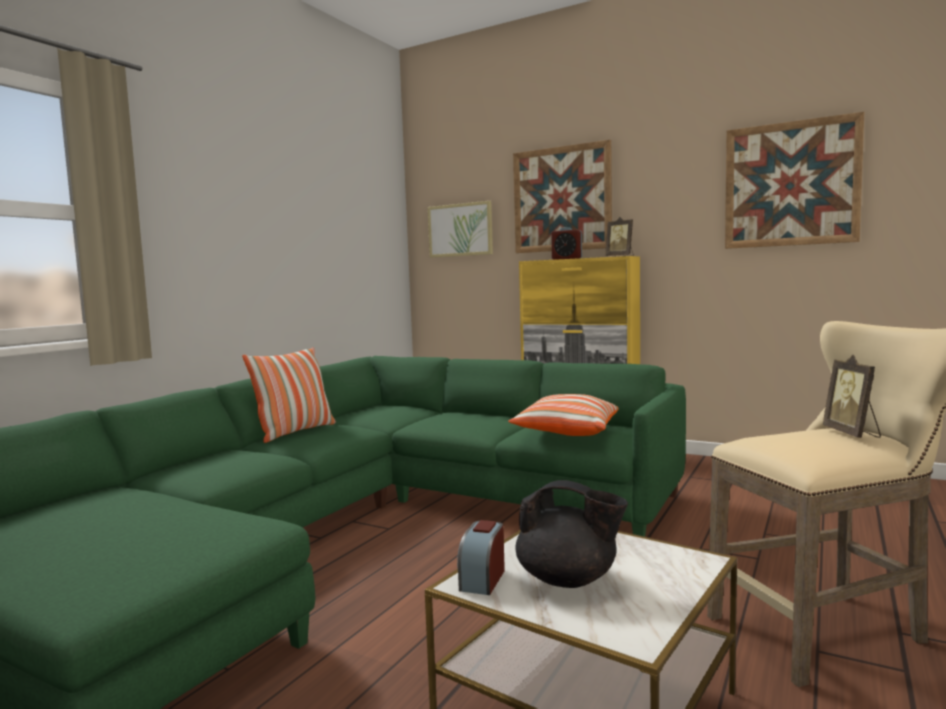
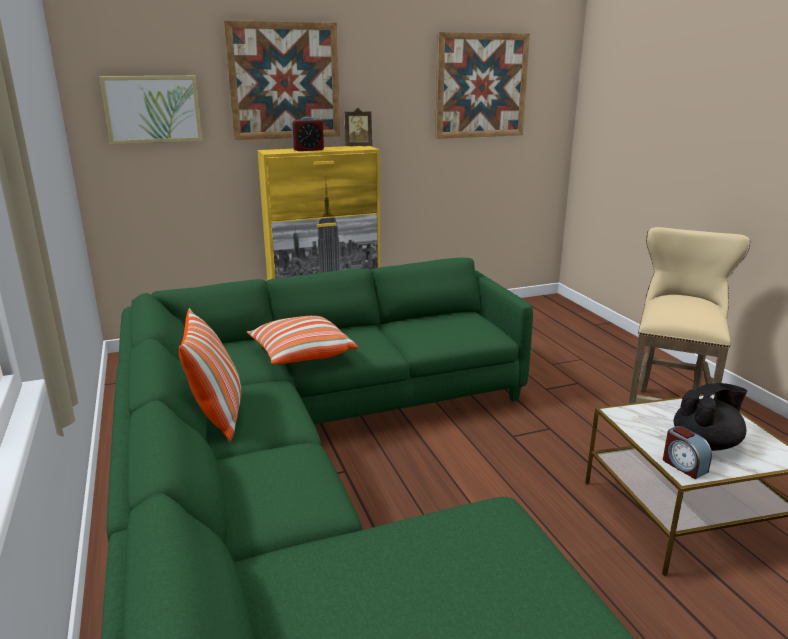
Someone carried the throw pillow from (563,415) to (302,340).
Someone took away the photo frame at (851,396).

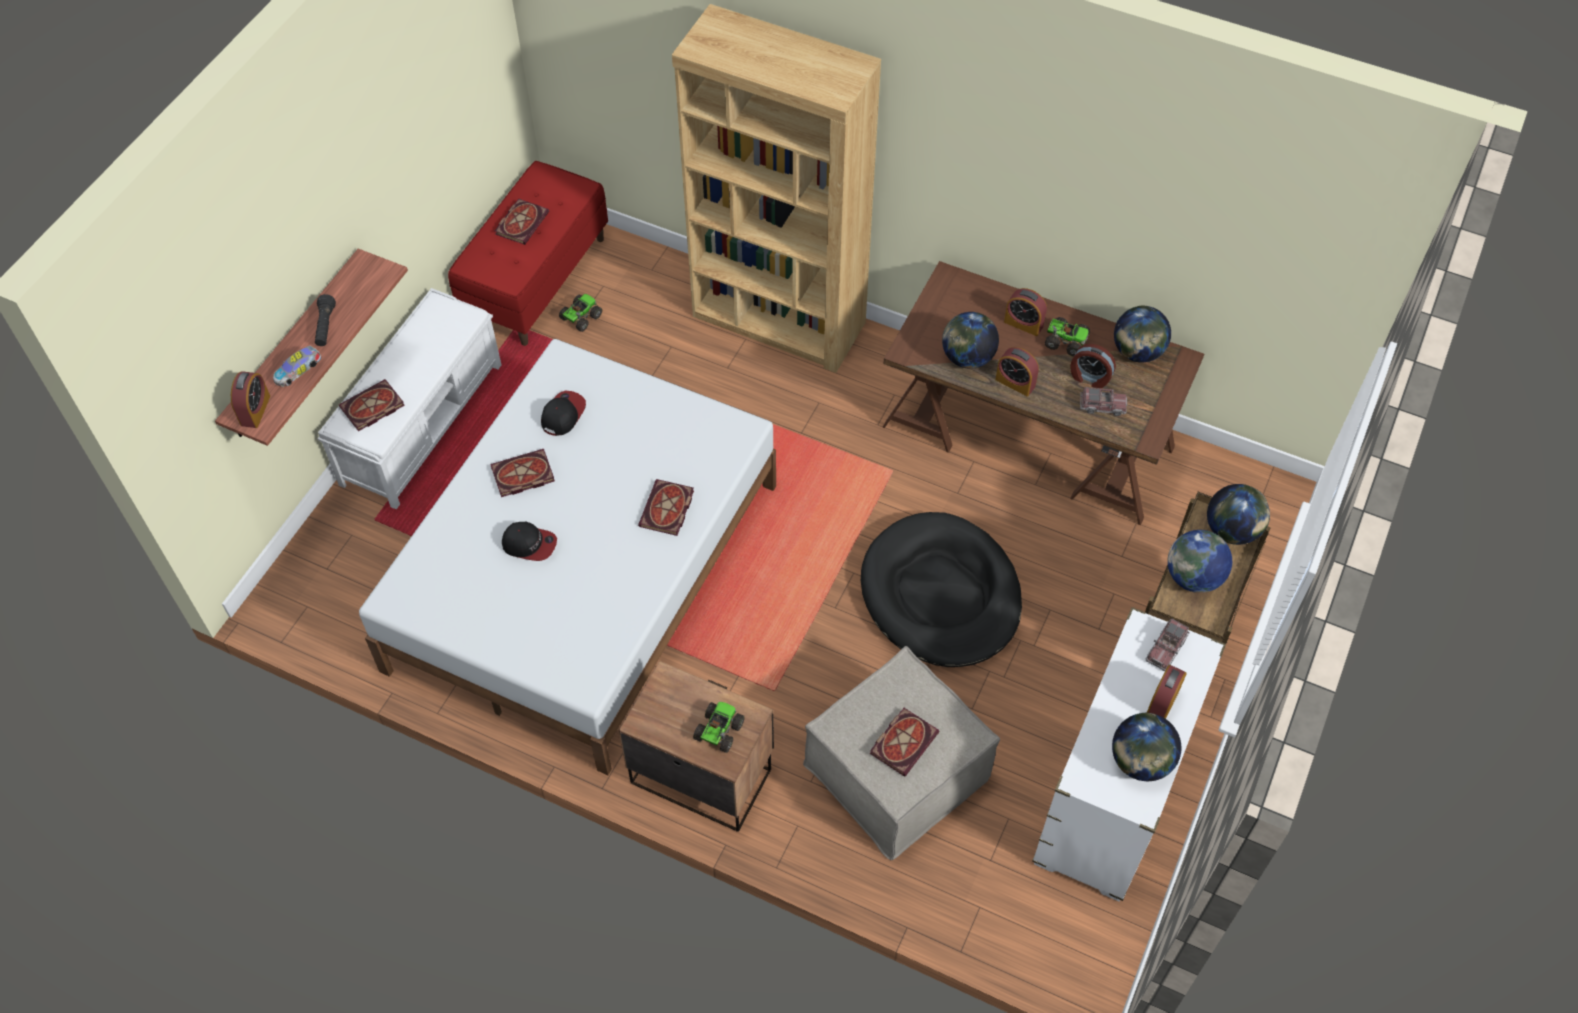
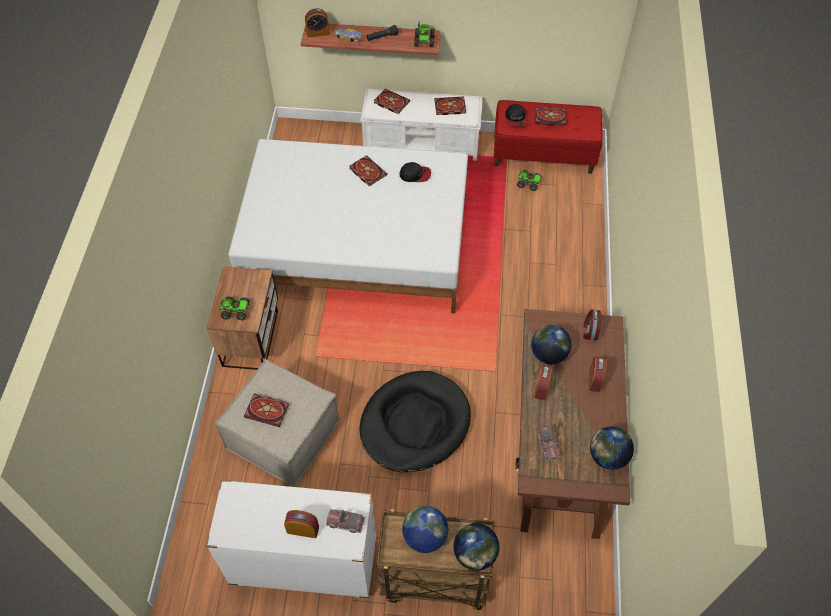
Someone carried the toy truck from (1067,337) to (424,34).
Someone carried the bound book from (666,507) to (450,106).
Someone carried the baseball cap from (529,541) to (515,115).
Someone carried the alarm clock from (1093,366) to (592,325).
Someone took away the bookcase/brown at (776,188).
Someone took away the globe at (1146,747).

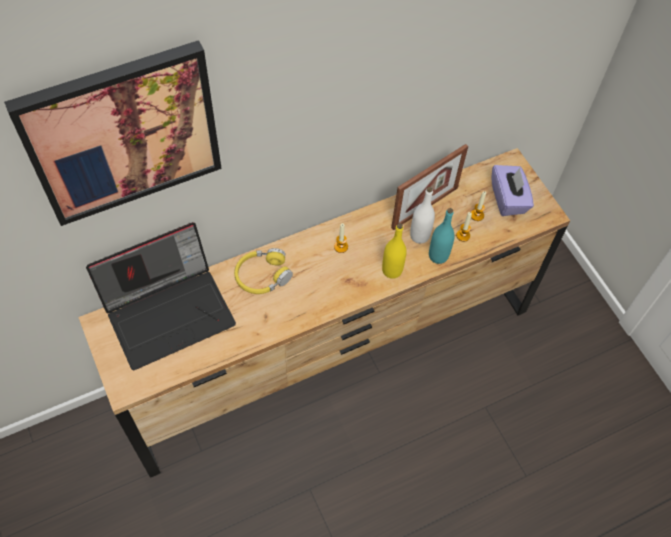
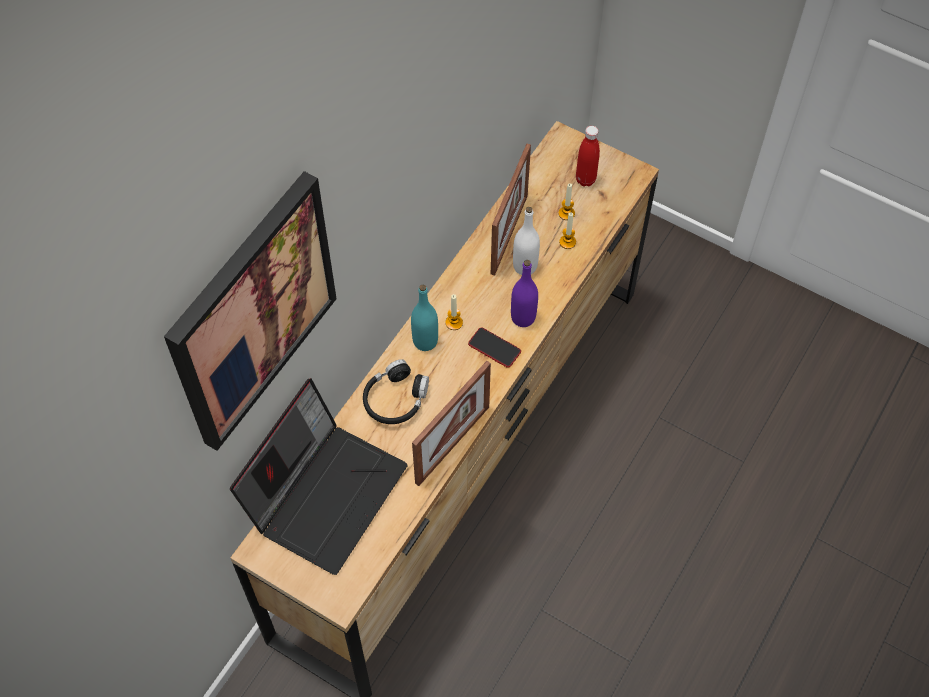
Someone repainted the headset/yellow-coloured at (263,271), which became the headset/black-coloured at (396,391).
Someone carried the beverage bottle/blue-green from (442,236) to (424,317).
Someone put down the photo frame at (451,423).
Someone put down the phone at (494,347).
Someone repainted the beverage bottle/yellow-coloured at (394,251), which became the beverage bottle/purple-coloured at (524,293).
Someone swapped the box of tissues/purple-coloured at (513,190) for the beverage bottle/reddish at (588,156).

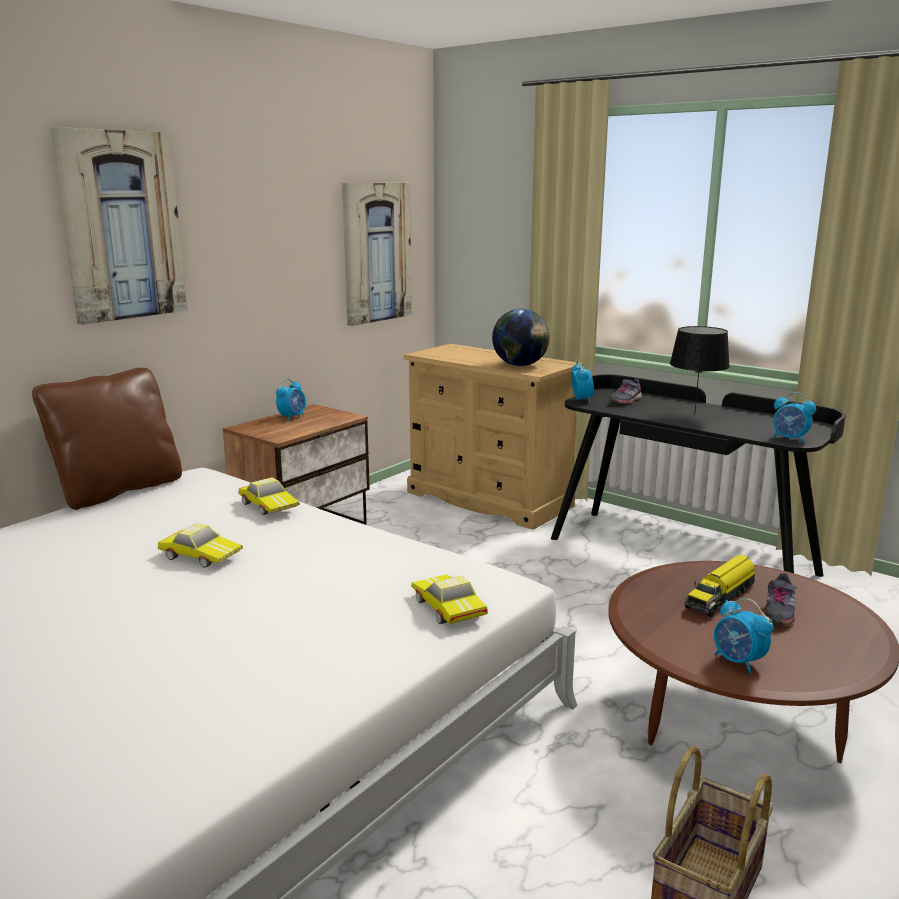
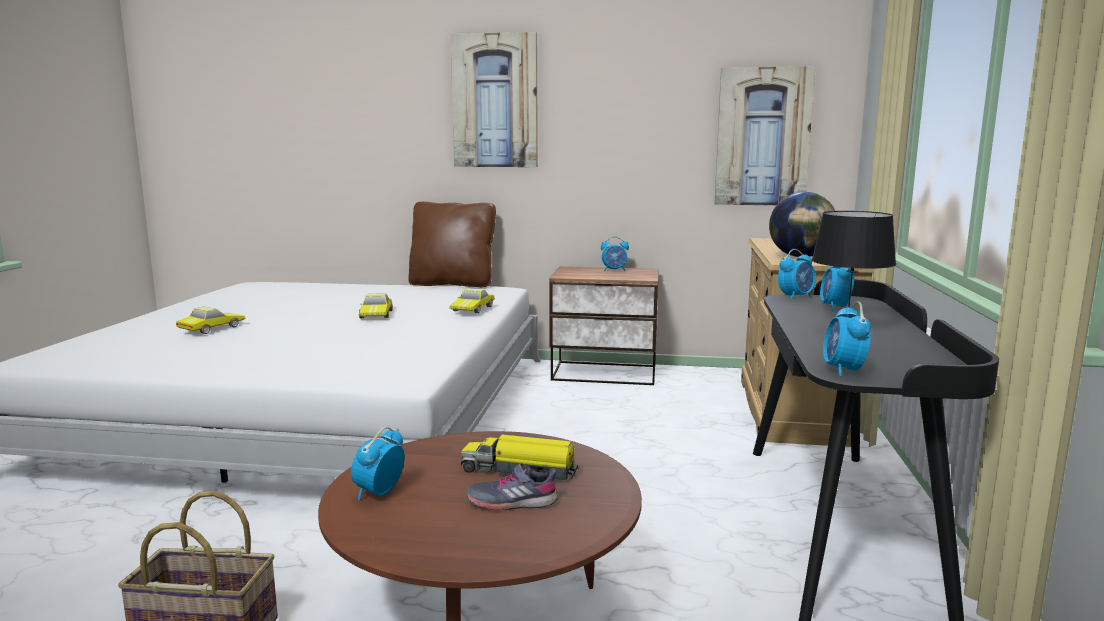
Someone carried the toy car from (449,599) to (211,320).
Someone swapped the low shoe/greyish at (625,391) for the alarm clock at (837,288).

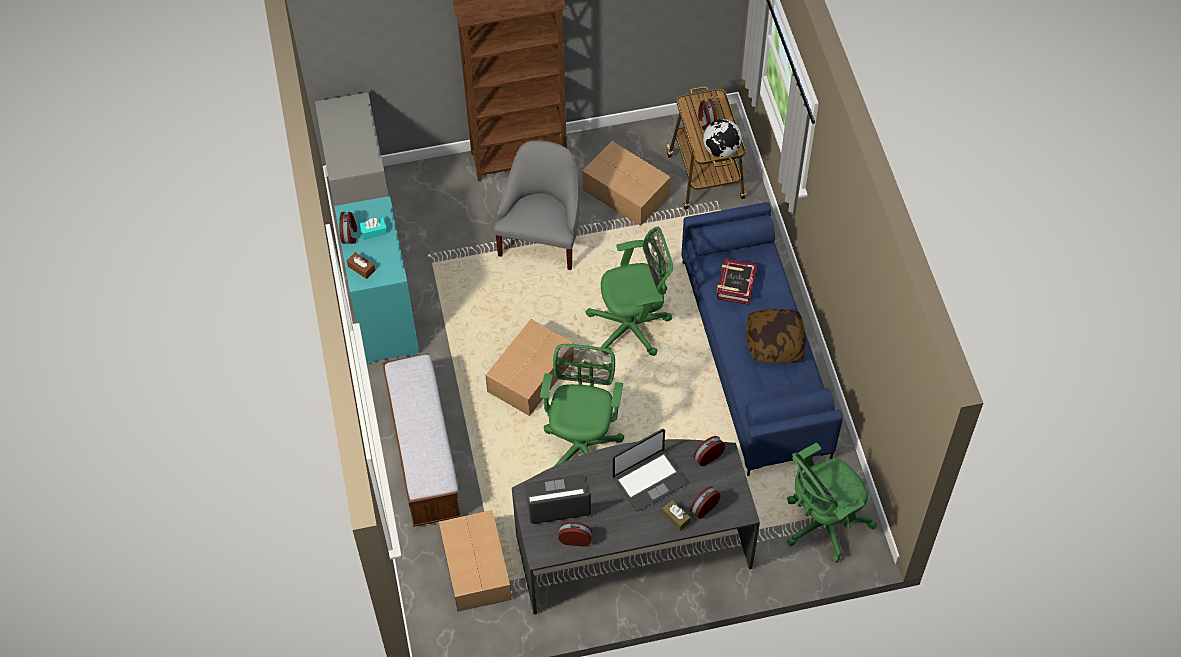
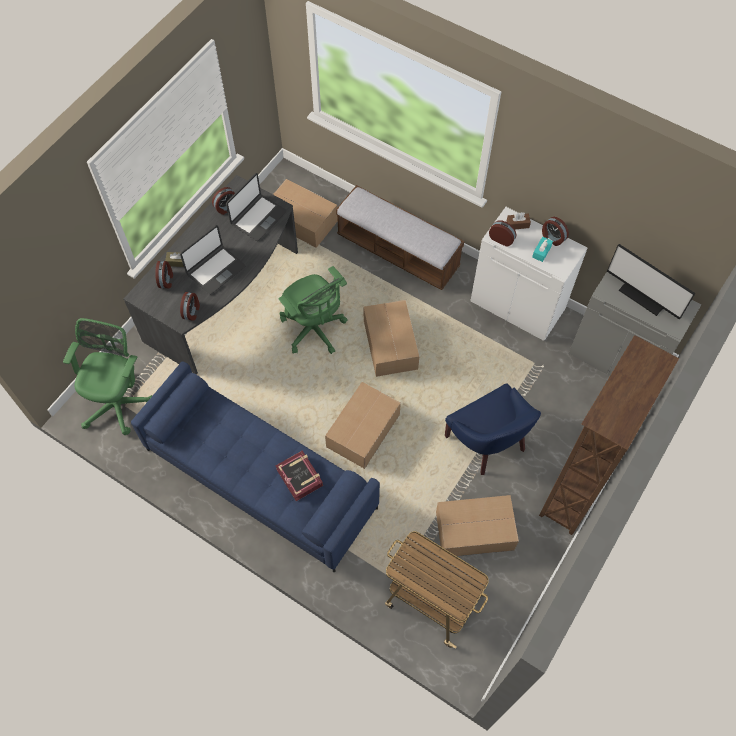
Someone rotated the notebook computer at (650,470) by 150 degrees counterclockwise.
Someone swapped the office chair/green-coloured at (629,291) for the carton at (363,425).
Someone repainted the armchair/greyish at (537,205), which became the armchair/blue-coloured at (493,429).
Someone repainted the cabinet/blue-green at (376,280), which became the cabinet/white-coloured at (529,274).
Someone carried the alarm clock from (707,114) to (502,234).
Someone put down the computer screen at (651,282).
Someone took away the globe at (722,138).
Someone took away the throw pillow at (776,336).

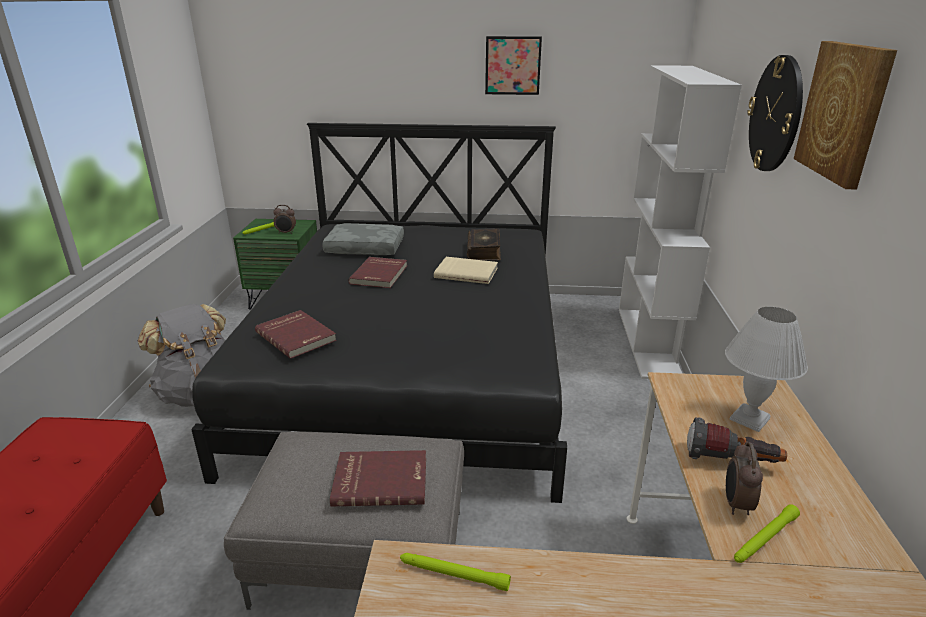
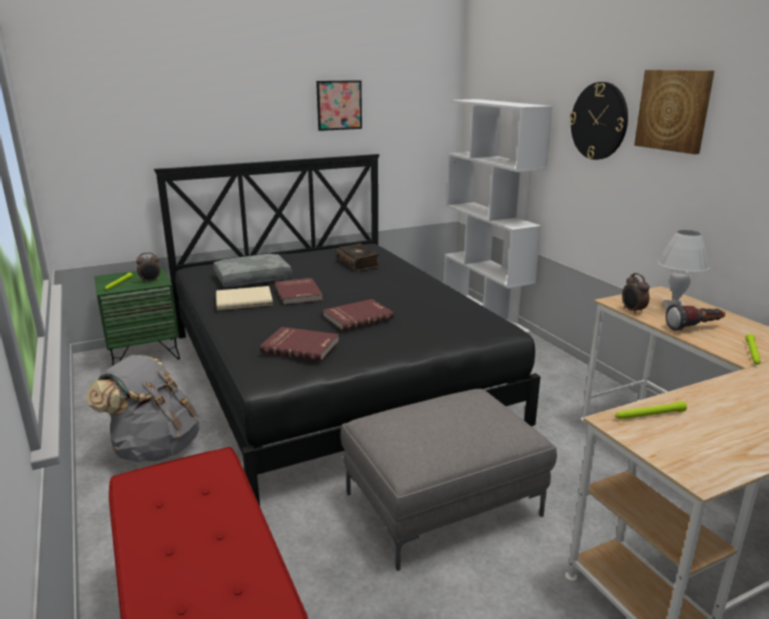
Someone carried the bound book/sand-coloured from (466,270) to (244,298).
Someone carried the bound book/reddish from (378,478) to (358,315).
Someone carried the alarm clock from (744,478) to (636,294).

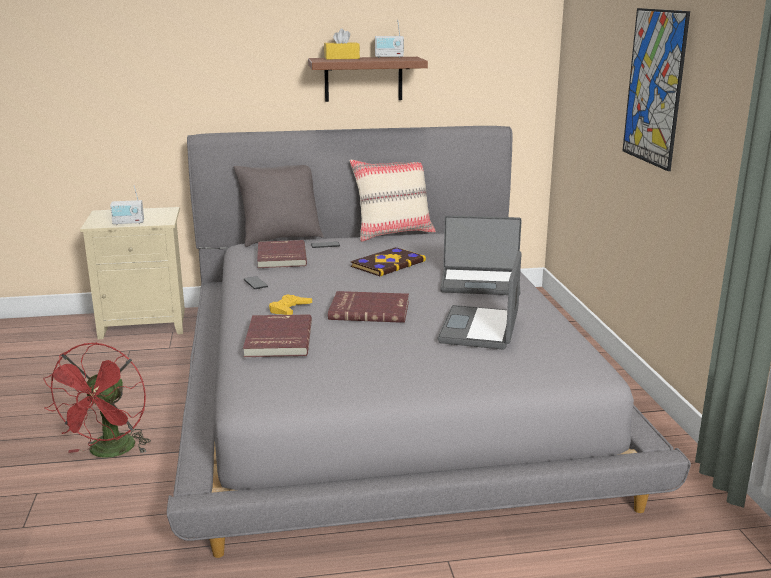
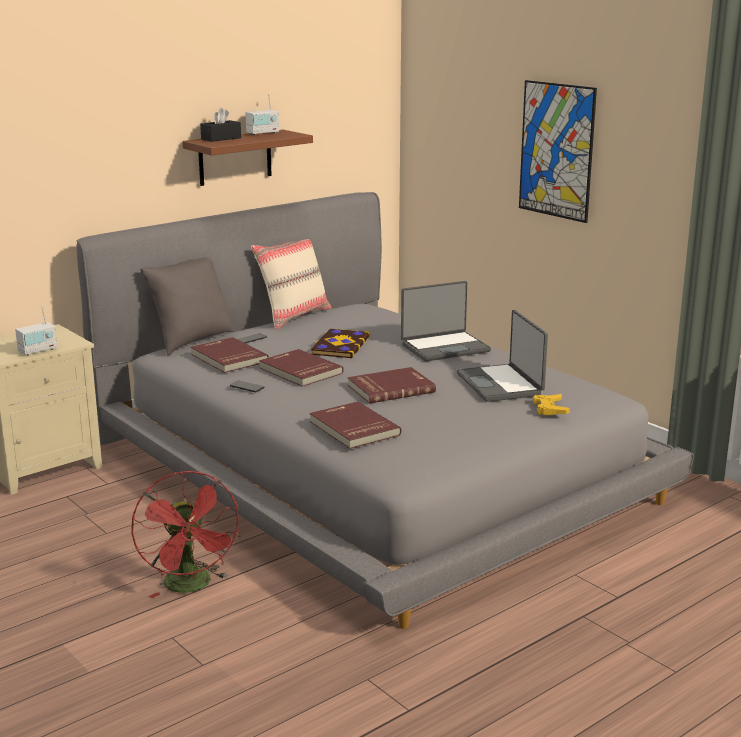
Someone repainted the box of tissues/yellow-coloured at (342,43), which became the box of tissues/black-coloured at (220,124).
Someone put down the bound book/reddish at (301,368).
Someone carried the gamepad/yellow-coloured from (290,304) to (551,404).

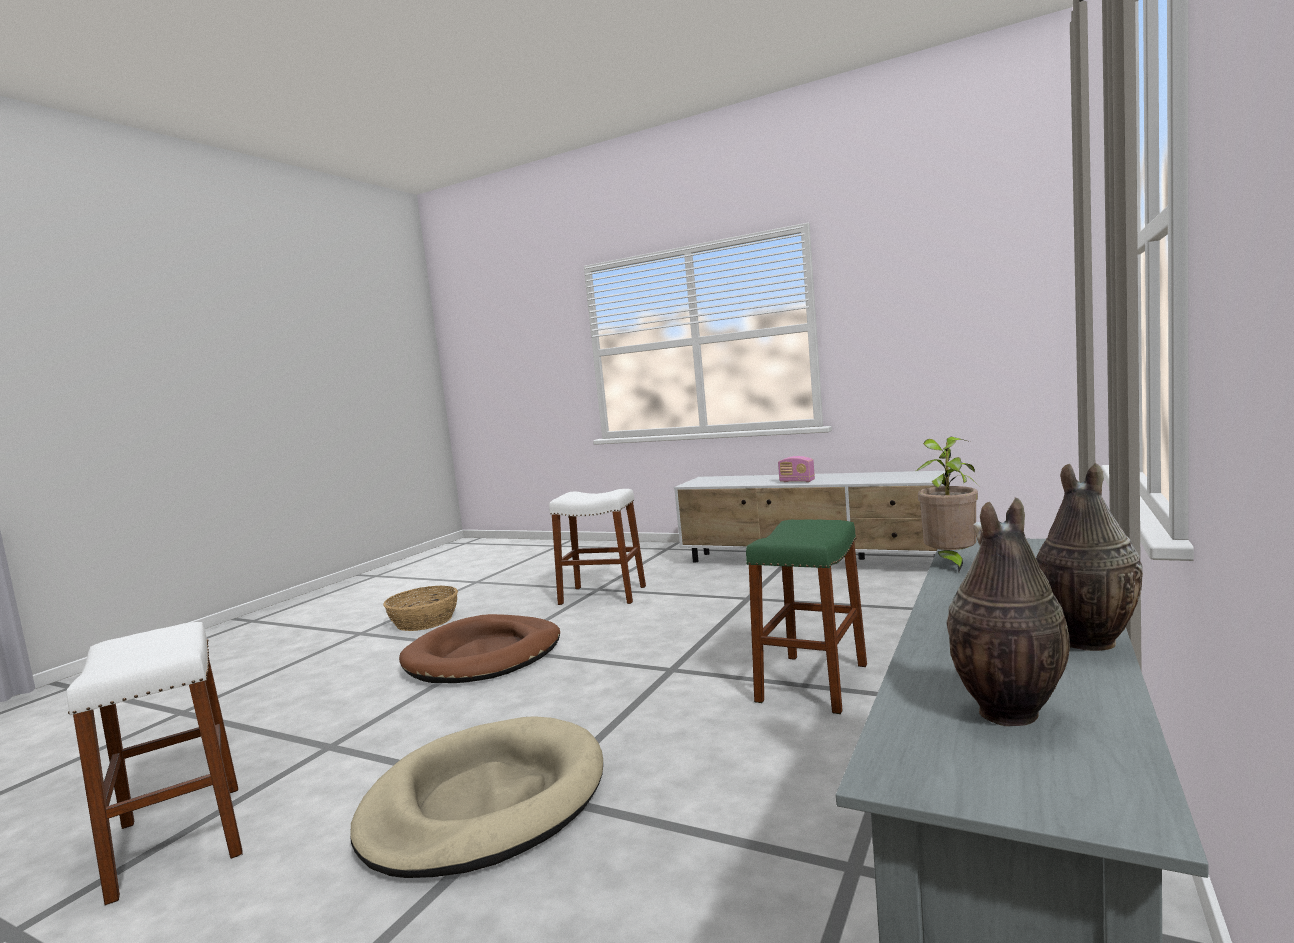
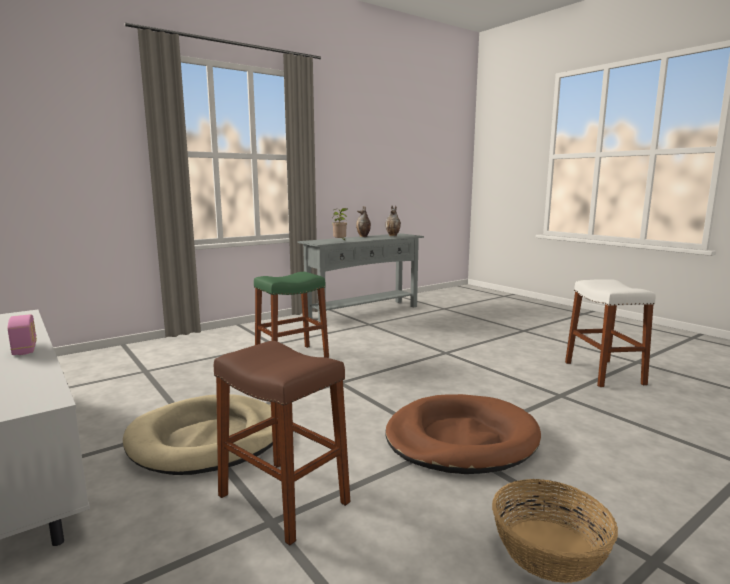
Someone carried the dog bed/sand-coloured from (476,797) to (198,434).
Someone repainted the stool/white-coloured at (597,547), which became the stool/brown at (282,443).

